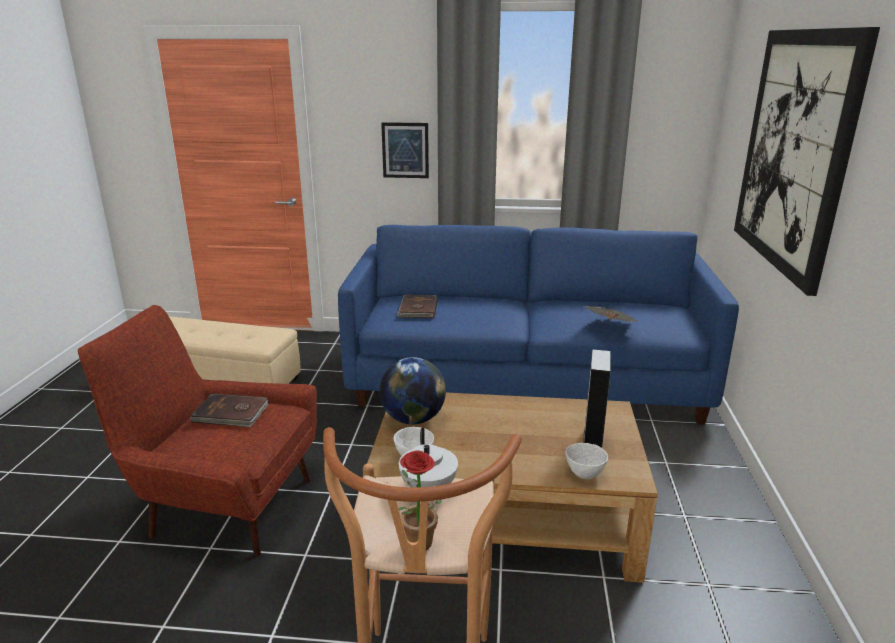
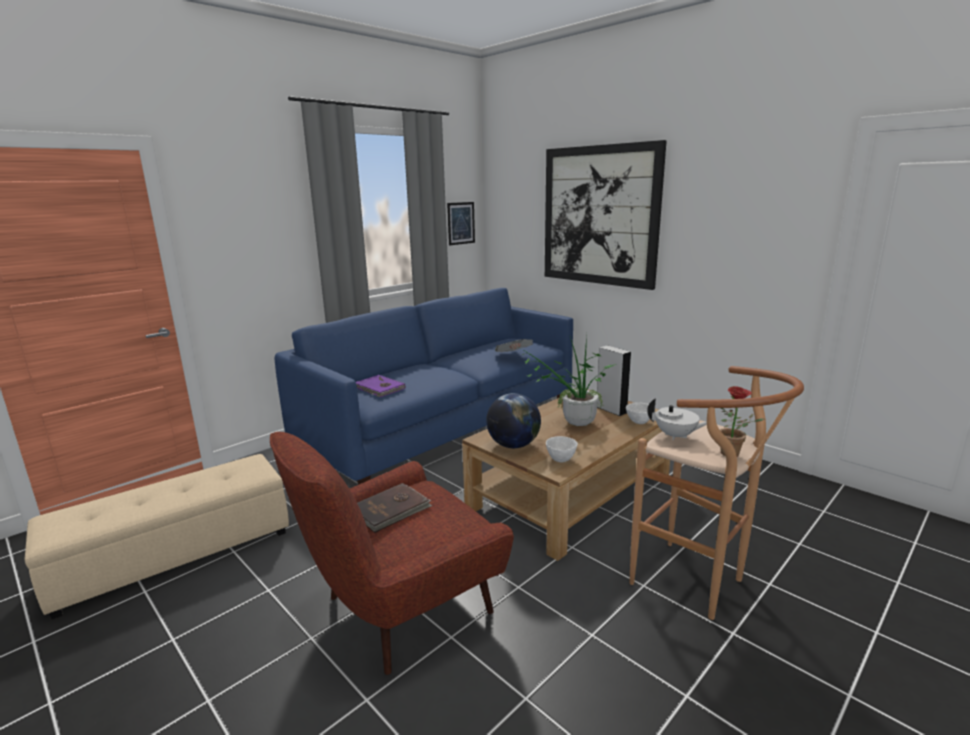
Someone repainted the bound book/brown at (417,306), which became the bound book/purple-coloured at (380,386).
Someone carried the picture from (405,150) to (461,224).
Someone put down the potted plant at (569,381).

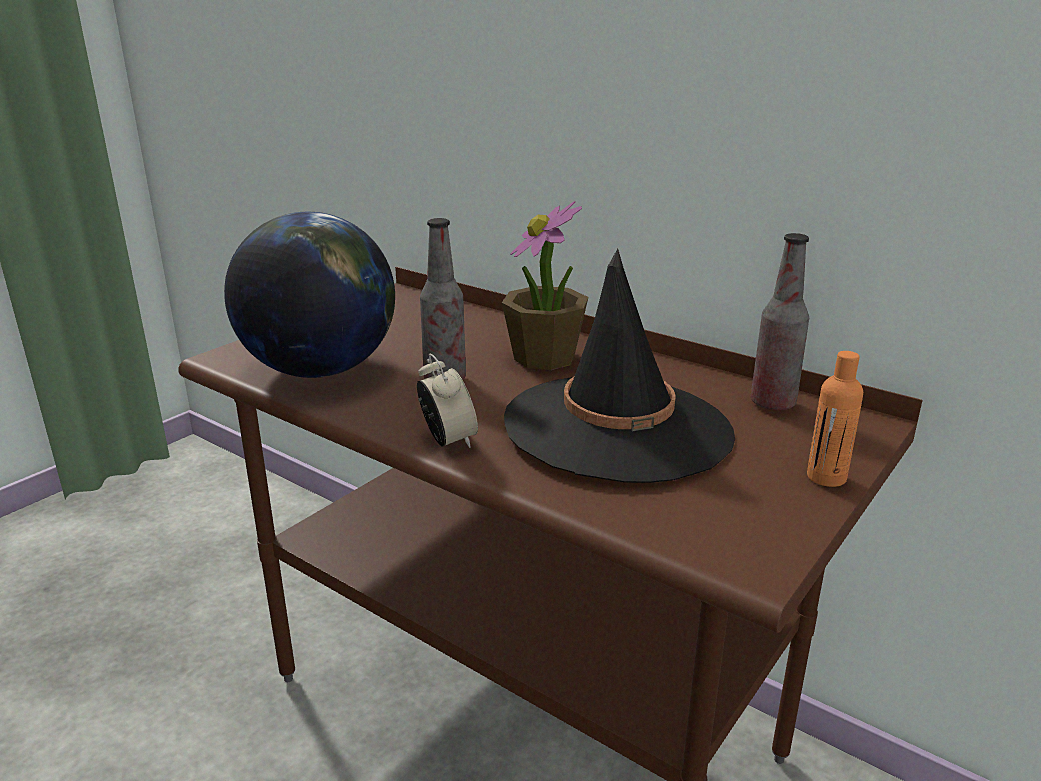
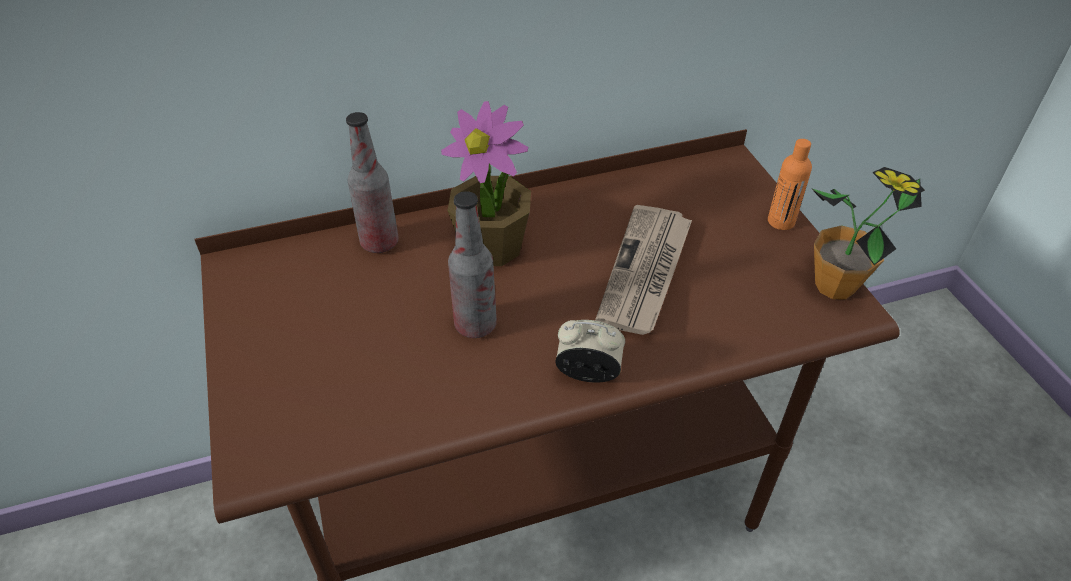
Someone carried the beverage bottle from (780,322) to (372,182).
Someone swapped the wearable hat/black-coloured at (619,366) for the printed paper at (643,270).
Someone put down the potted plant at (868,233).
Someone took away the globe at (309,295).

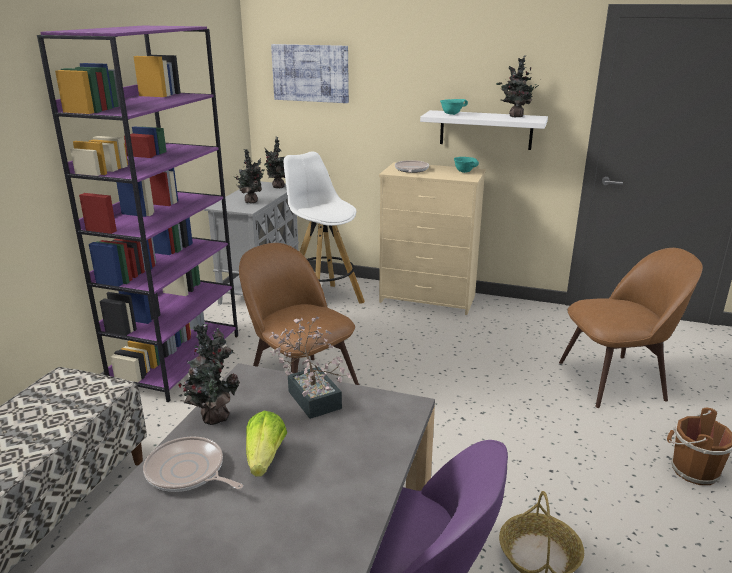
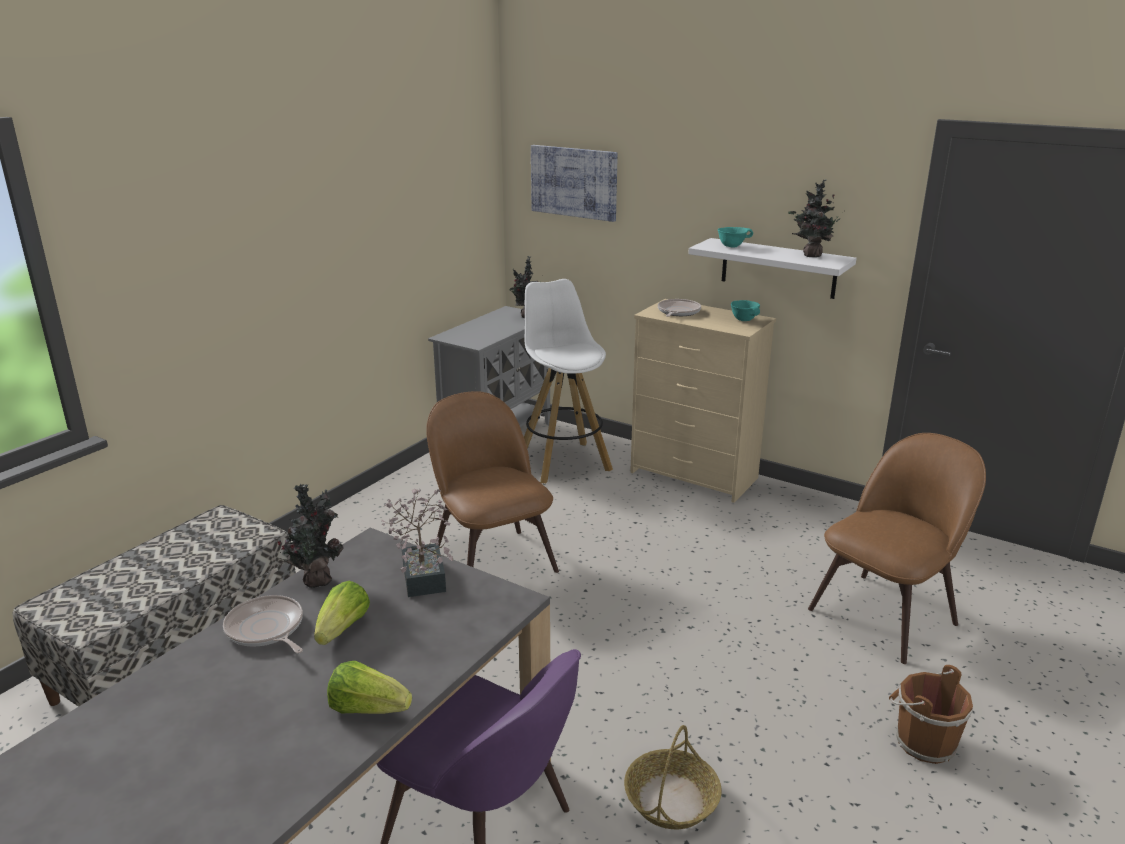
Someone put down the head of lettuce at (369,687).
Someone rotated the chair/brown at (631,328) by 45 degrees counterclockwise.
Someone took away the bookcase/purple-coloured at (137,214).
Someone took away the potted plant at (249,176).

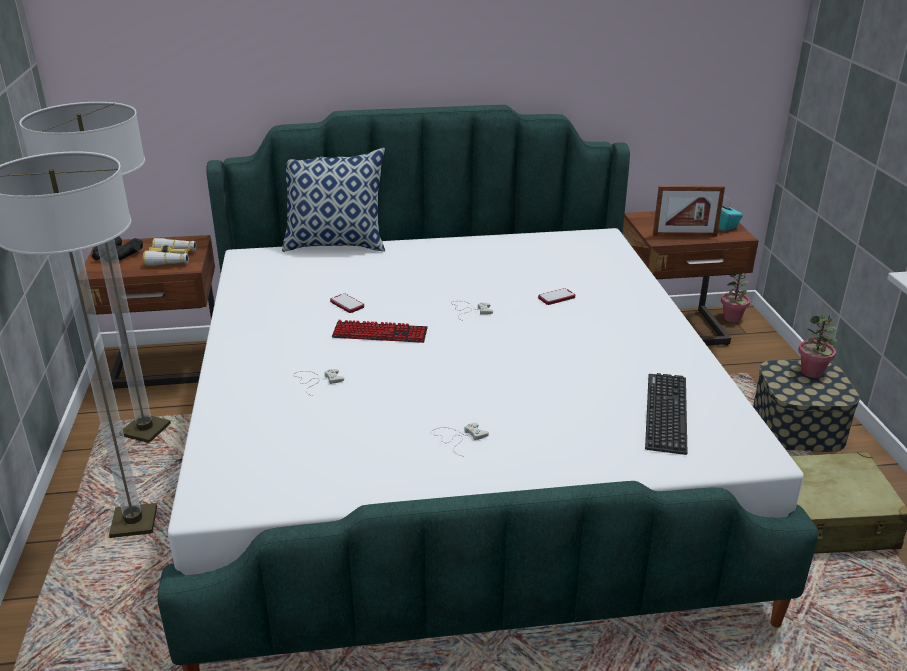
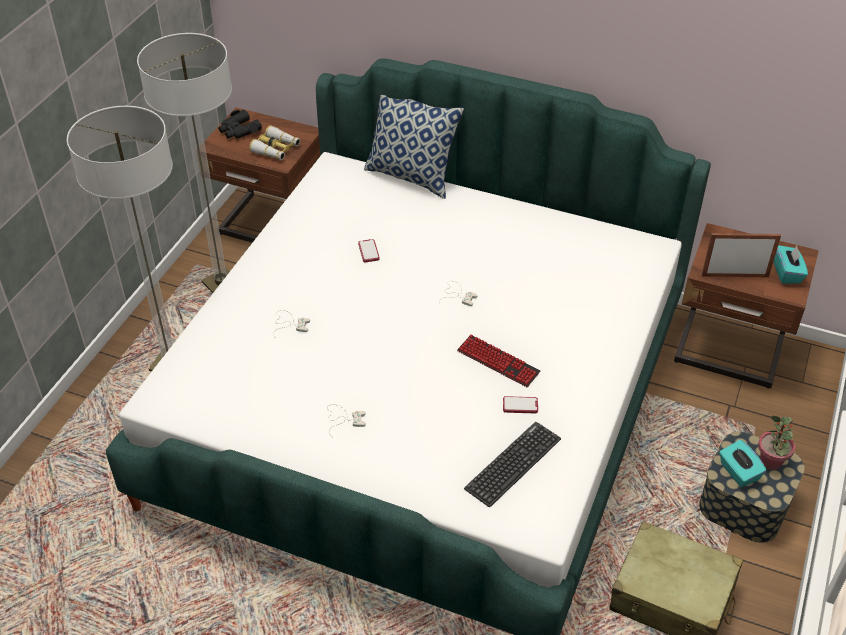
Someone carried the keyboard from (380,331) to (498,360).
Someone carried the phone from (556,296) to (520,404).
Someone rotated the photo frame at (689,211) by 150 degrees clockwise.
Someone put down the box of tissues/blue-green at (743,463).
Someone took away the potted plant at (735,298).

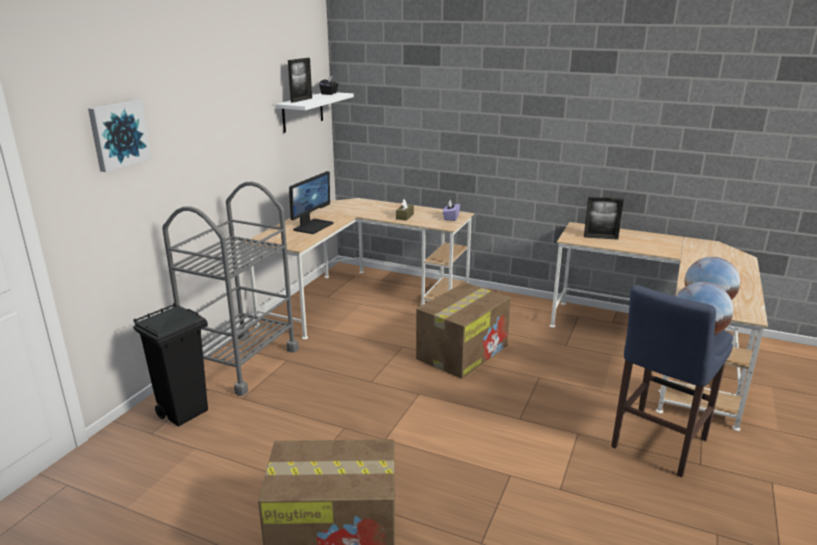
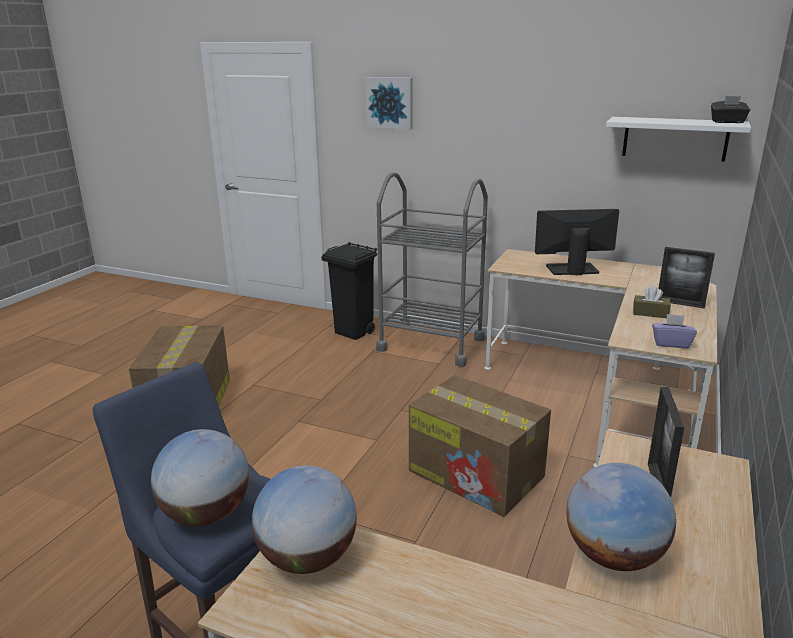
Someone rotated the computer screen at (311,202) by 150 degrees clockwise.
Someone put down the globe at (621,517).
Someone carried the photo frame from (300,80) to (686,277).

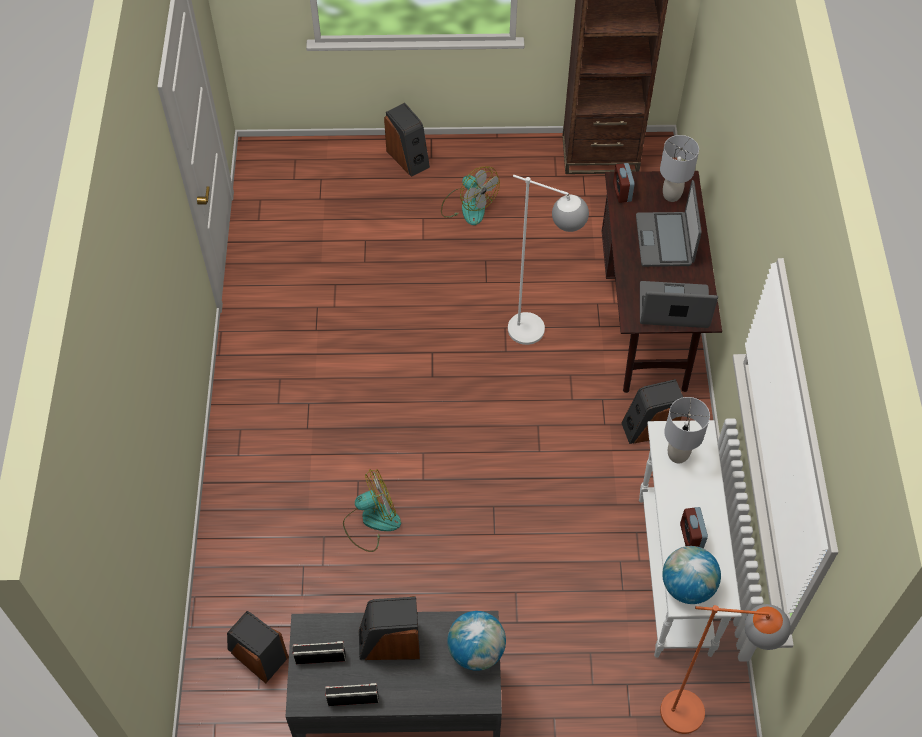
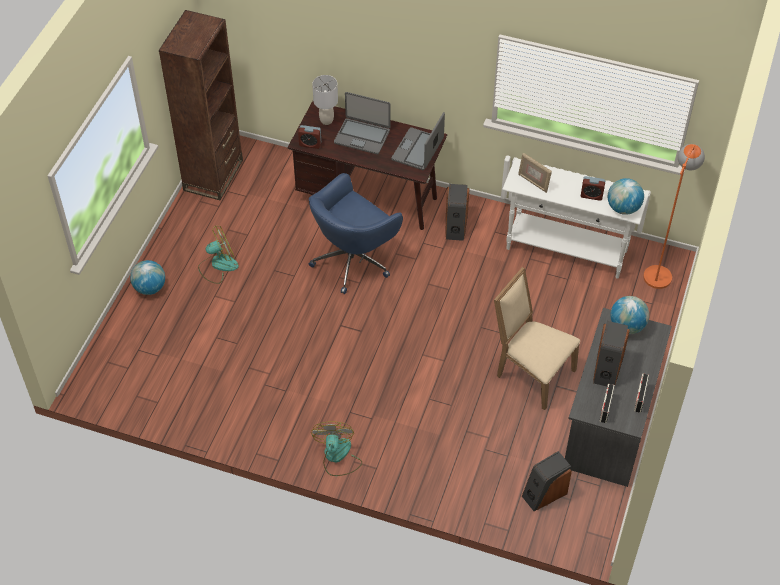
Someone swapped the speaker at (407,140) for the globe at (147,277).
Someone swapped the standing lamp/white-coloured at (548,260) for the office chair/blue-coloured at (356,233).
Someone carried the fan from (372,510) to (336,448).
Someone put down the chair/sand-coloured at (537,338).
Someone swapped the lamp for a table/greyish at (687,430) for the photo frame at (535,173).

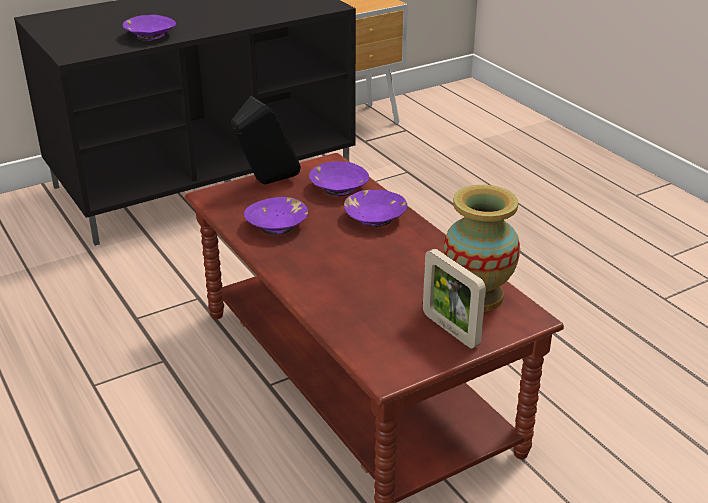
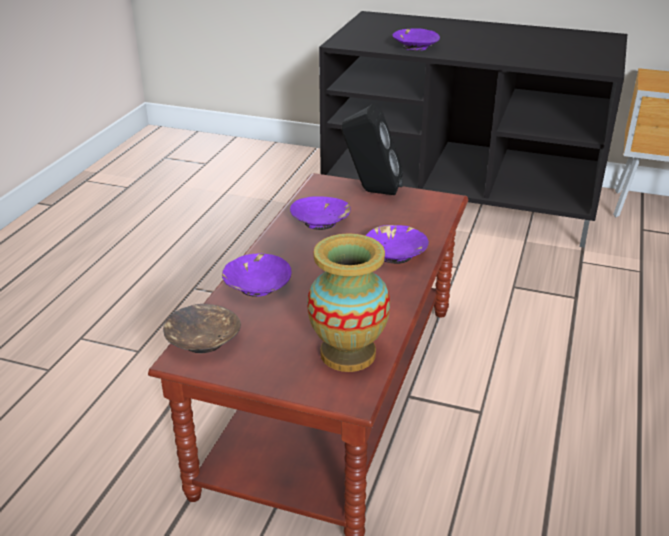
Someone put down the deep dish/brown at (202,328).
Someone carried the deep dish/purple-coloured from (339,178) to (257,275).
Someone took away the photo frame at (454,298).

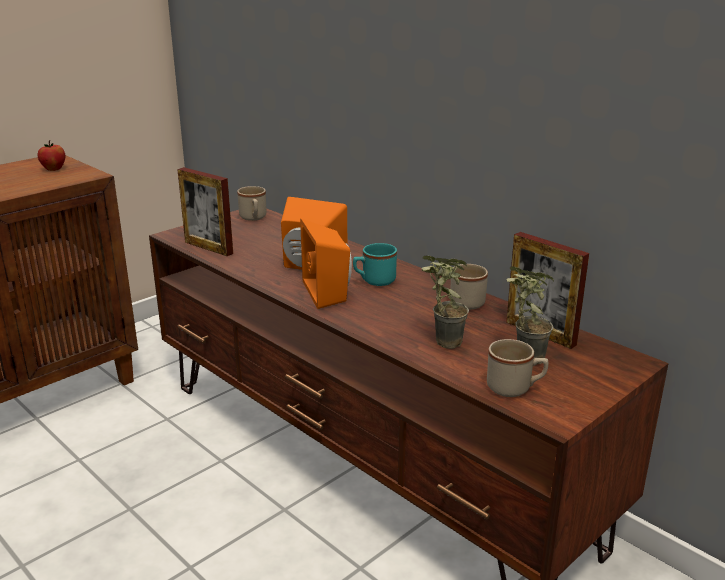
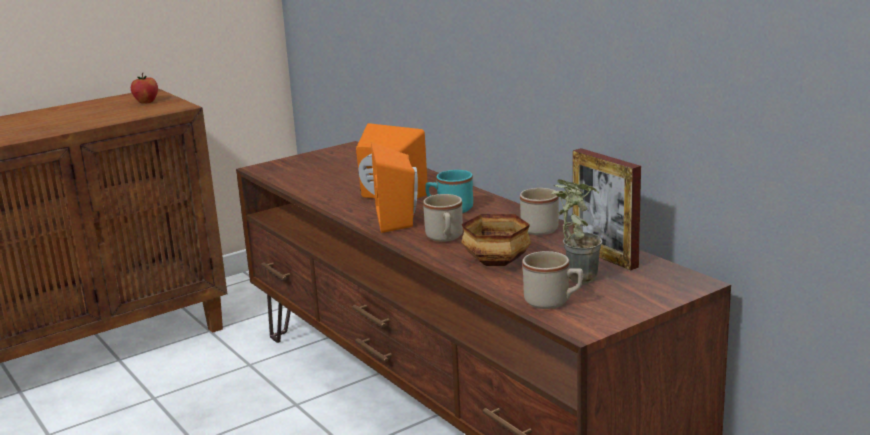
Someone carried the coffee mug/sand-coloured from (251,203) to (443,218).
Someone swapped the potted plant at (445,302) for the deep dish at (496,240).
Someone took away the photo frame at (205,211).

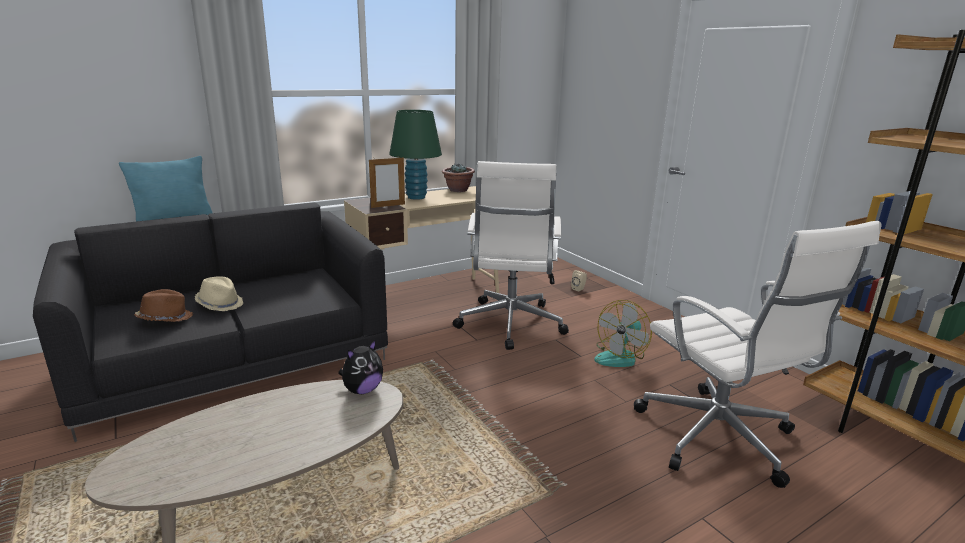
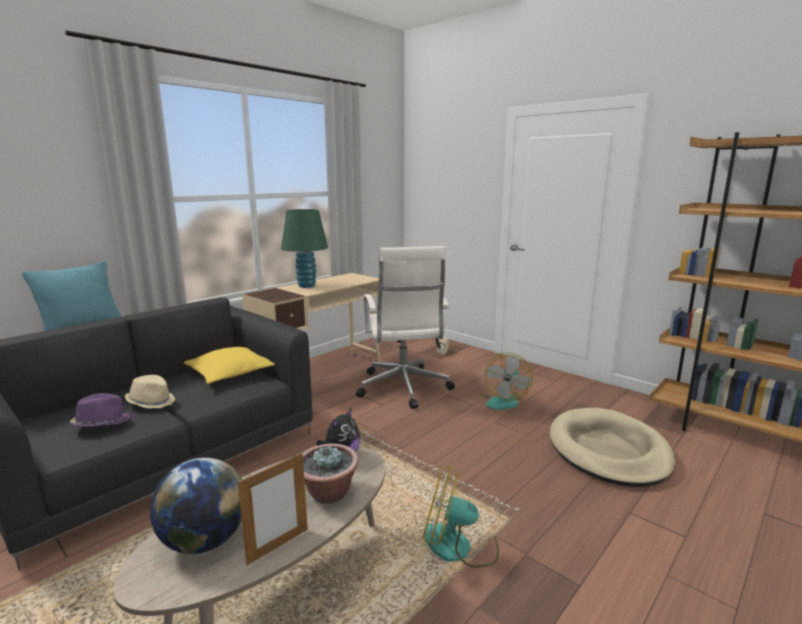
Someone repainted the wearable hat/brown at (163,305), which became the wearable hat/purple-coloured at (100,410).
Someone put down the globe at (196,505).
Someone put down the throw pillow/yellow-coloured at (229,365).
Someone carried the photo frame from (387,182) to (273,509).
Someone carried the potted plant from (458,178) to (331,474).
Someone put down the fan at (461,516).
Someone swapped the office chair/white-coloured at (758,354) for the dog bed/sand-coloured at (612,447).

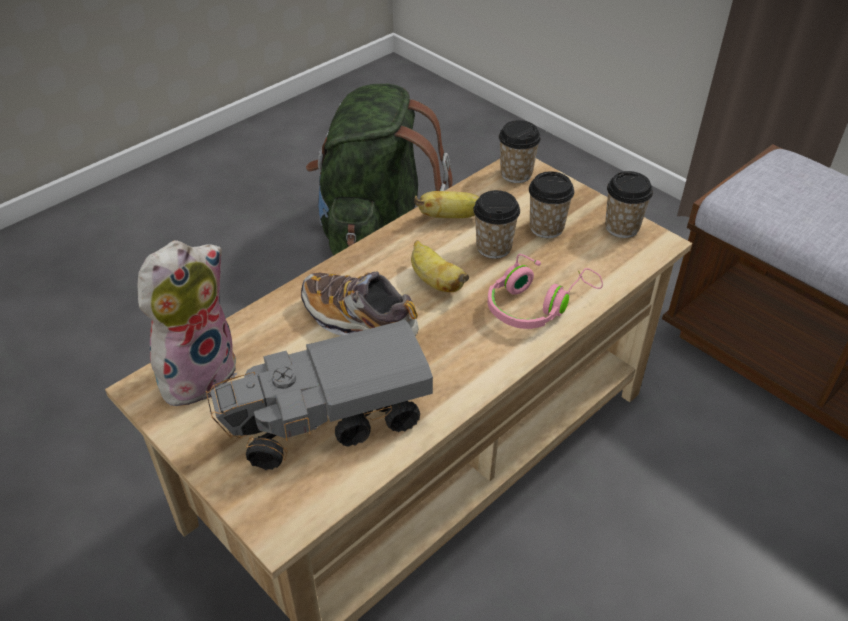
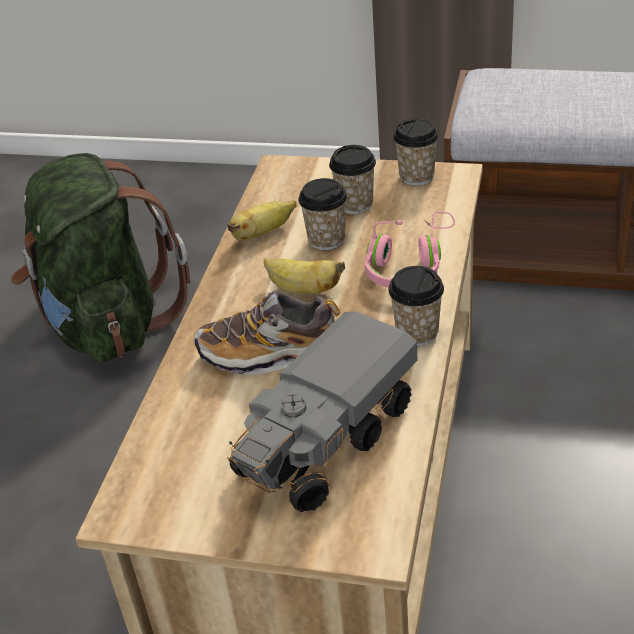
Someone carried the small cup from (520,151) to (416,306).
Someone took away the plush toy at (187,323).

